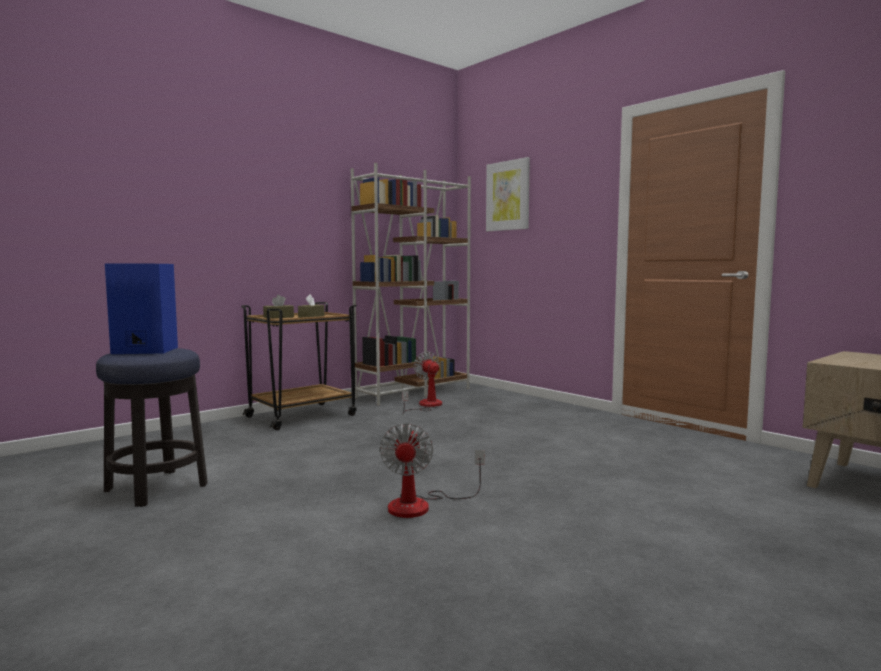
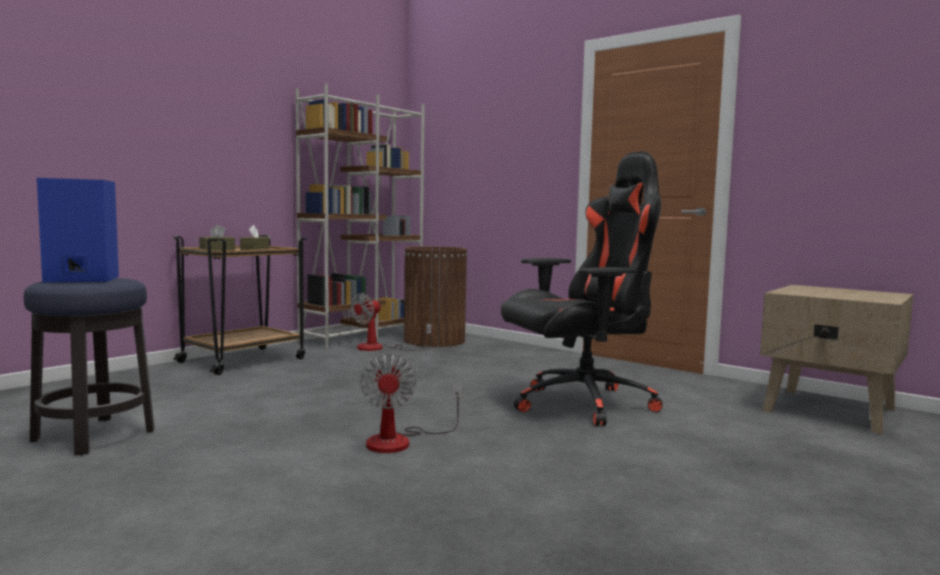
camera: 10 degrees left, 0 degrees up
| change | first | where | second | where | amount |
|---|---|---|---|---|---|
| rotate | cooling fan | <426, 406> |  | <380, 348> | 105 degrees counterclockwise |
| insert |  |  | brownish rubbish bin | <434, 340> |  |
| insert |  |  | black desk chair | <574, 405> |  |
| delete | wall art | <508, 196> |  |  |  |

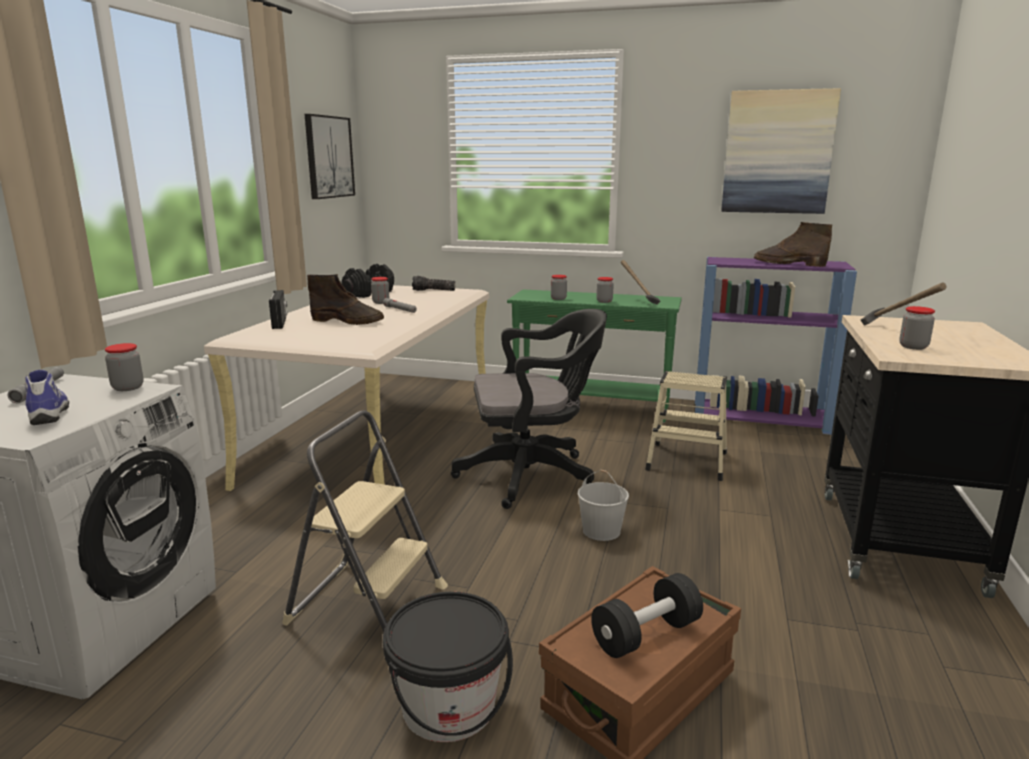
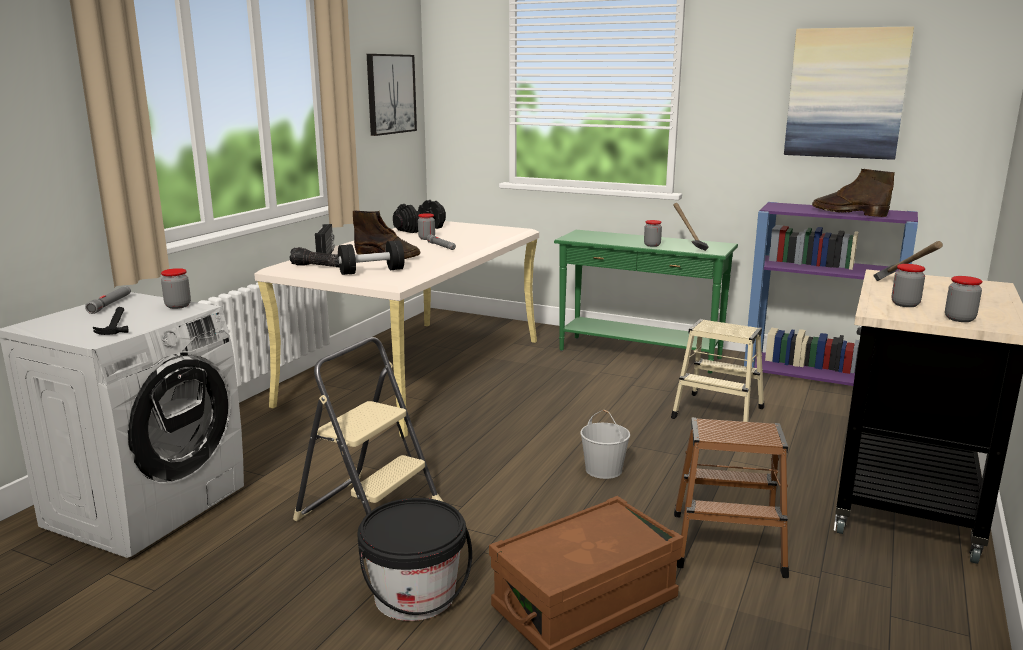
camera: 10 degrees right, 0 degrees up
| change | first | where | second | where | amount |
|---|---|---|---|---|---|
| replace | low shoe | <50, 413> | tool hammer | <115, 323> |  |
| move | torch | <433, 290> |  | <316, 266> |  |
| move | black hand weight | <646, 634> |  | <371, 271> |  |
| insert |  |  | brownish step ladder | <726, 542> |  |
| move | preserve jar | <558, 298> |  | <959, 319> |  |
| delete | black desk chair | <533, 475> |  |  |  |

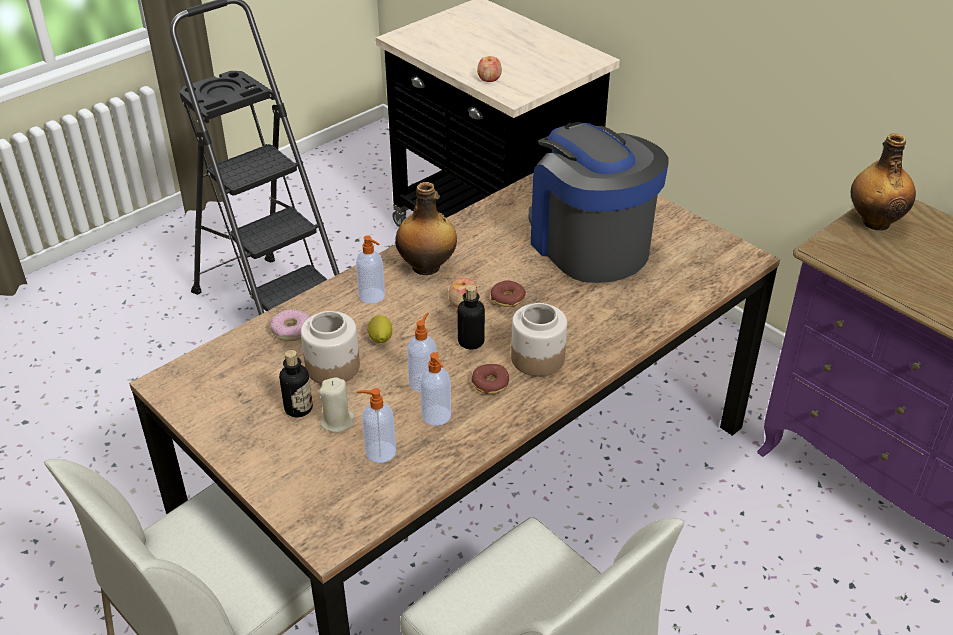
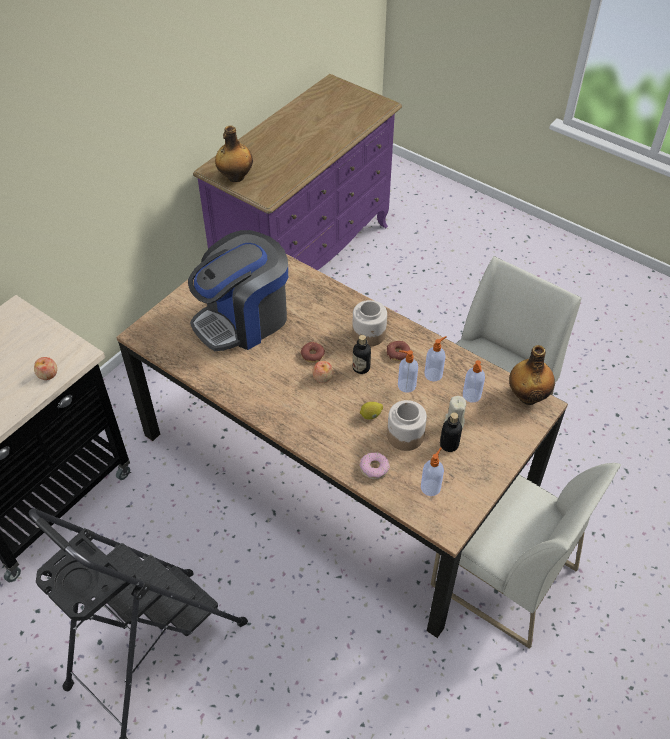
camera: 100 degrees left, 10 degrees up
| change | first | where | second | where | amount |
|---|---|---|---|---|---|
| move | liquid soap bottle | <372, 296> |  | <431, 487> |  |
| move | beverage bottle | <427, 267> |  | <527, 396> |  |

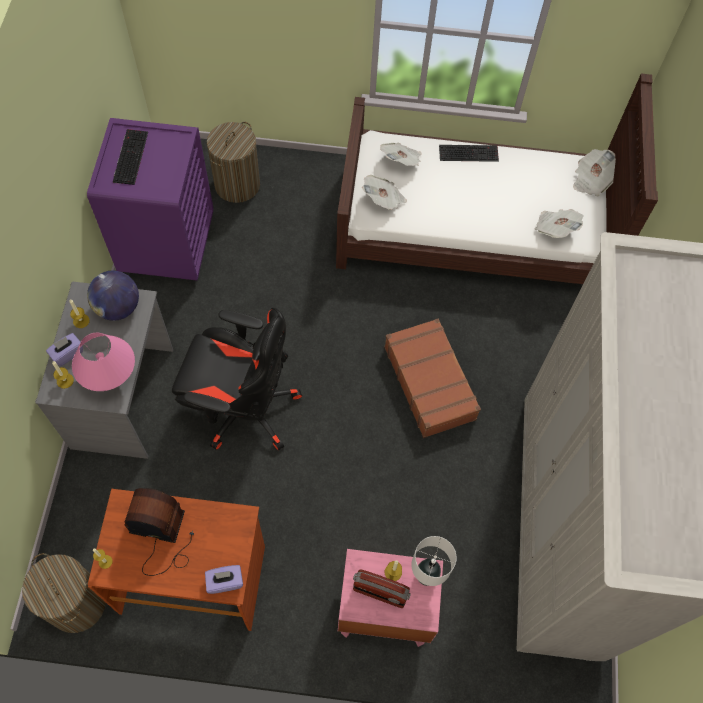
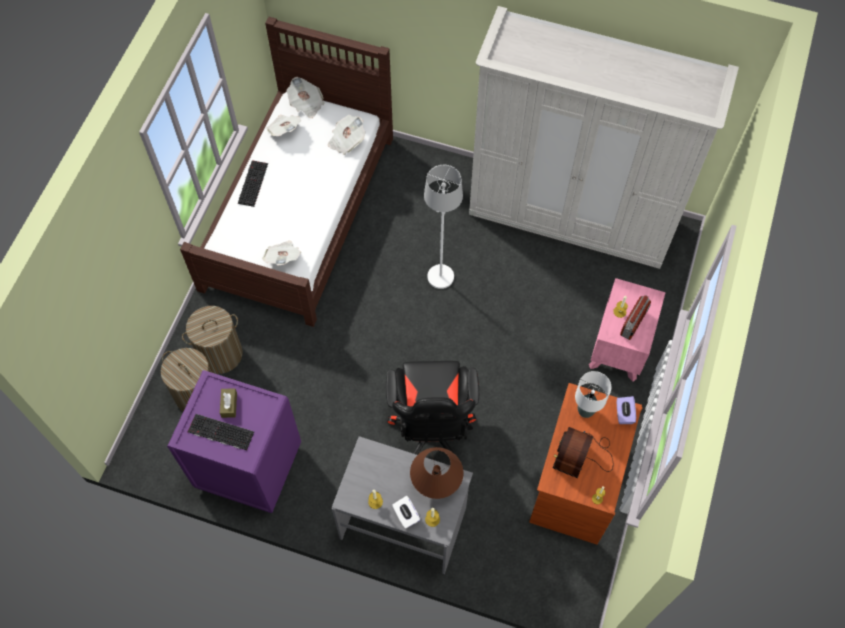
camera: 75 degrees left, 0 degrees up
| change | first | where | second | where | amount |
|---|---|---|---|---|---|
| move | washing basket | <77, 603> |  | <220, 354> |  |
| insert |  |  | brownish box of tissues | <229, 405> |  |
| move | newspaper | <401, 161> |  | <284, 130> |  |
| rotate | black desk chair | <239, 406> |  | <432, 426> | 150 degrees clockwise |
| recolor | purple-coloured box of tissues | <67, 353> | white box of tissues | <406, 515> |  |
| recolor | pink table lamp | <110, 377> | brownish table lamp | <436, 481> |  |
| replace | brownish travel case | <430, 382> | white standard lamp | <440, 277> |  |
| move | white table lamp | <426, 575> |  | <585, 411> |  |
| delete | world globe | <118, 307> |  |  |  |

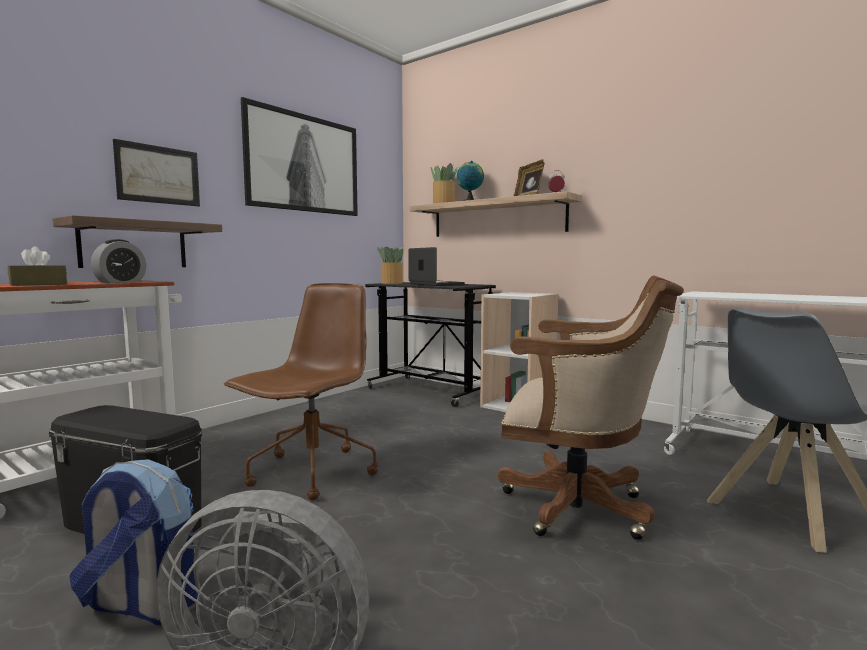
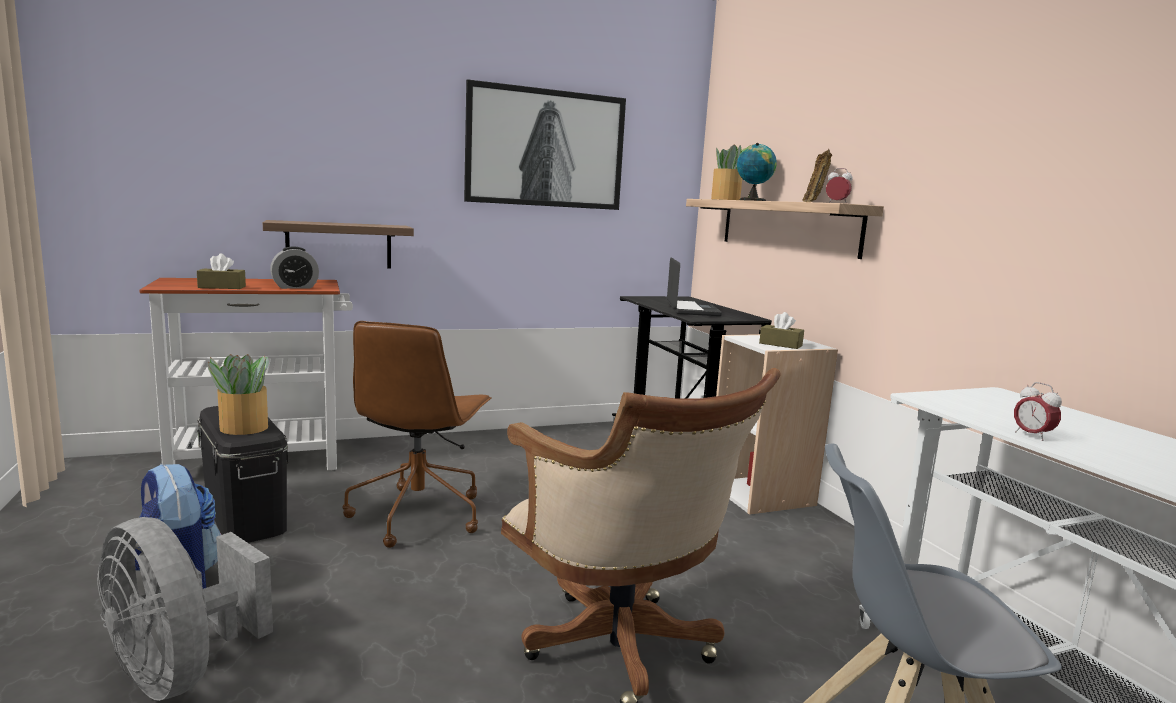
camera: 30 degrees right, 5 degrees up
| change | first | where | second | where | amount |
|---|---|---|---|---|---|
| move | potted plant | <391, 283> |  | <243, 428> |  |
| rotate | brownish desk chair | <309, 475> |  | <420, 513> | 135 degrees clockwise |
| insert |  |  | brownish box of tissues | <780, 344> |  |
| insert |  |  | table clock | <1032, 435> |  |
| delete | wall art | <158, 175> |  |  |  |

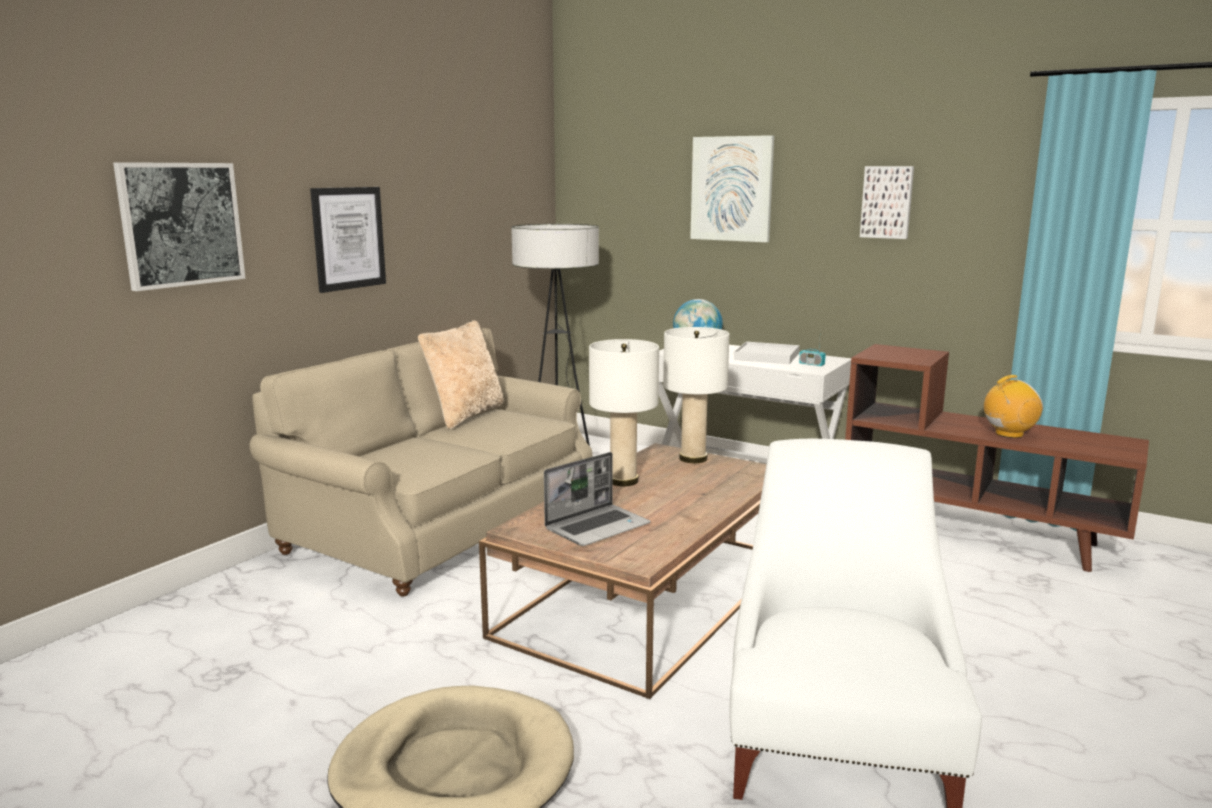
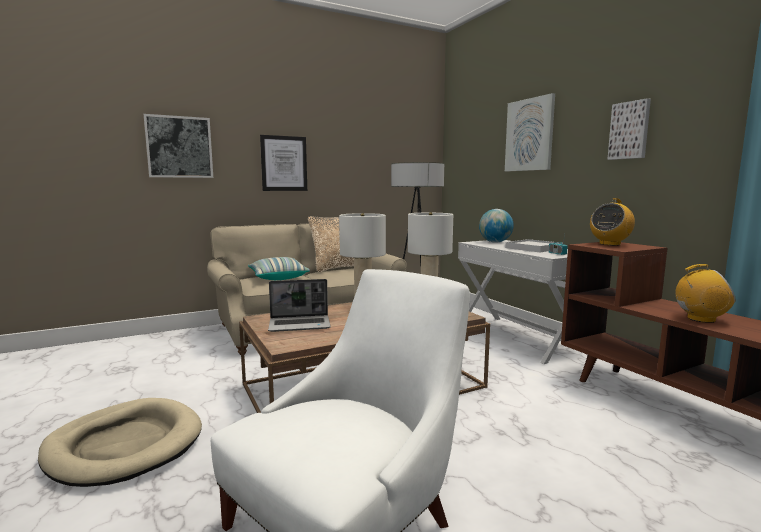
camera: 30 degrees right, 5 degrees down
| change | first | where | second | where | amount |
|---|---|---|---|---|---|
| insert |  |  | cushion | <278, 278> |  |
| insert |  |  | radio receiver | <609, 244> |  |

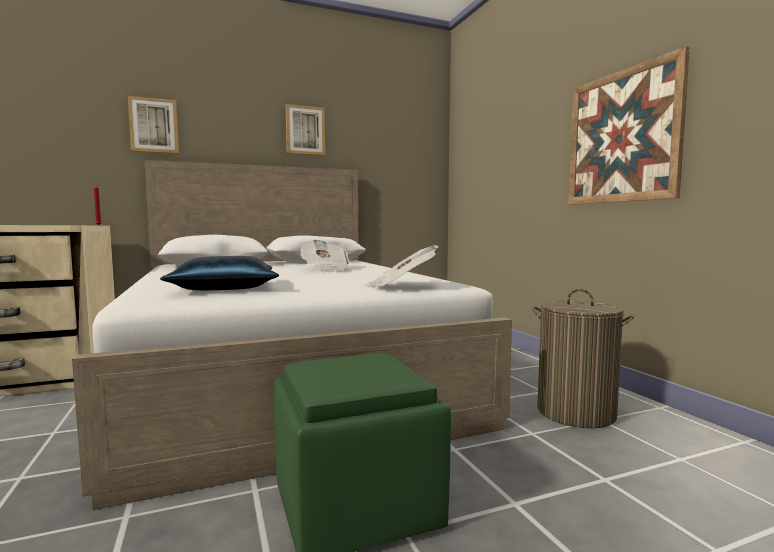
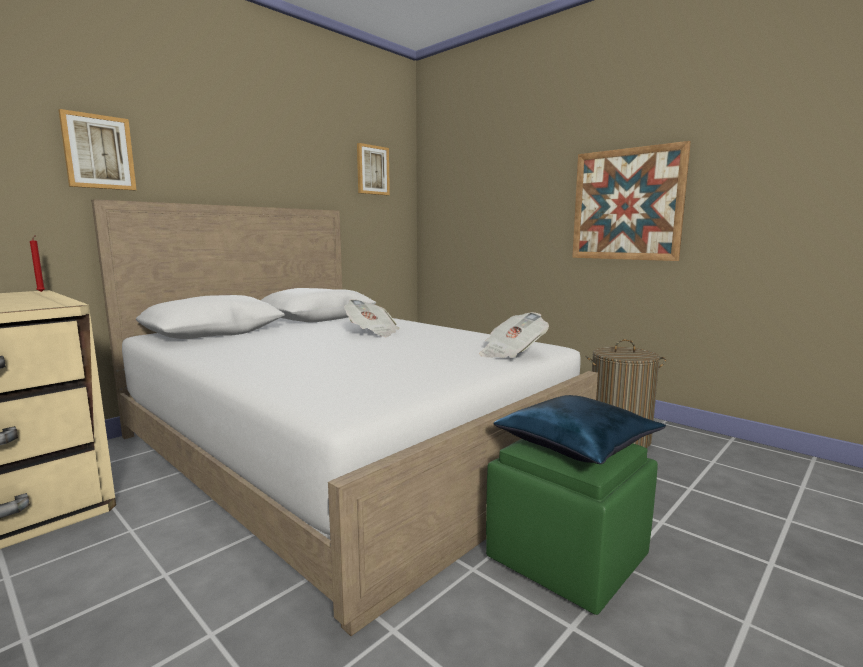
camera: 25 degrees left, 5 degrees up
| change | first | where | second | where | amount |
|---|---|---|---|---|---|
| move | wall art | <305, 130> |  | <372, 170> |  |
| move | blue-coloured cushion | <226, 288> |  | <577, 443> |  |

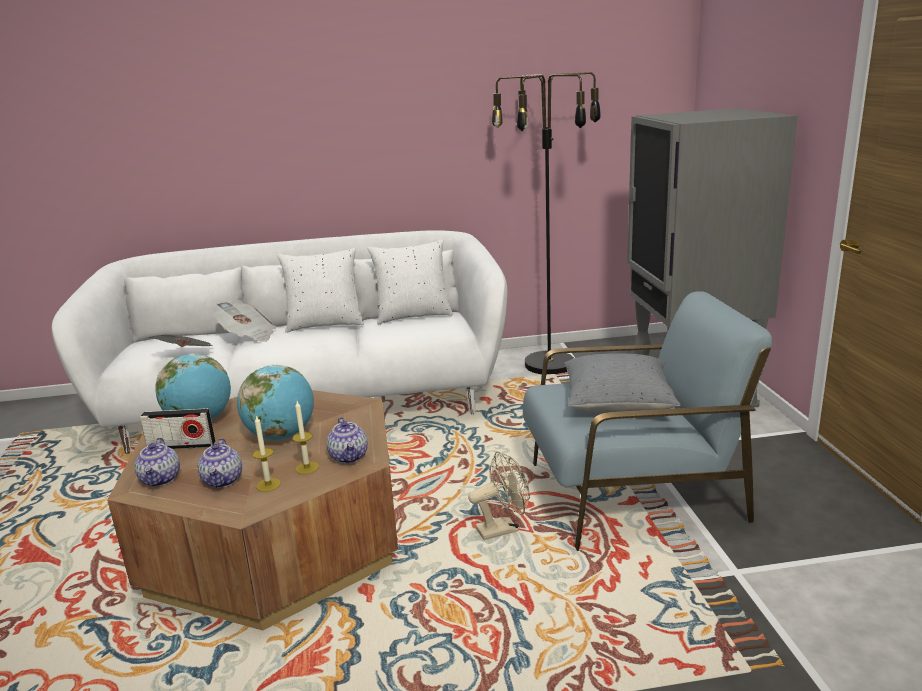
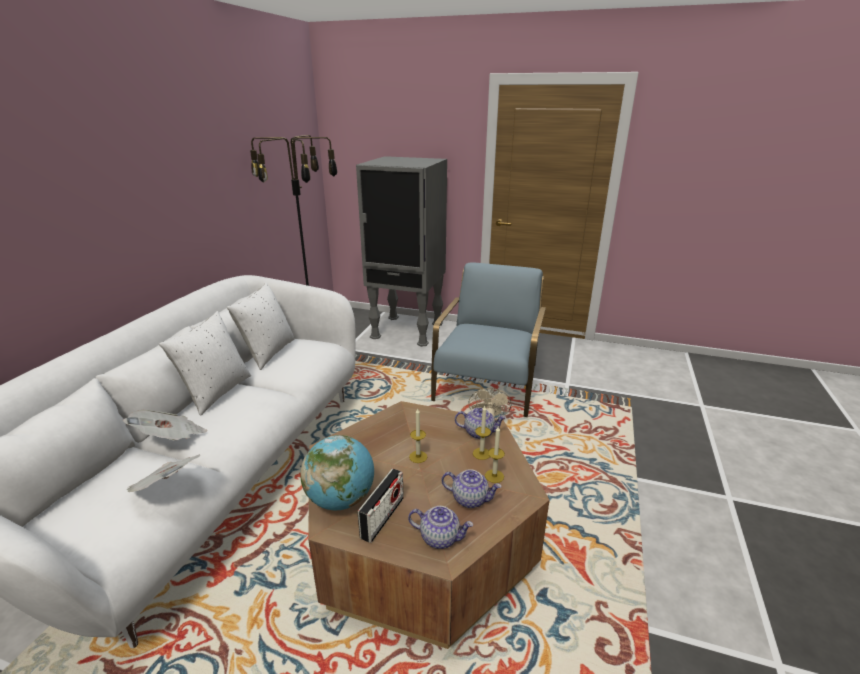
camera: 65 degrees left, 5 degrees up
| change | first | where | second | where | amount |
|---|---|---|---|---|---|
| replace | world globe | <281, 436> | candle | <418, 457> |  |
| delete | grey cushion | <617, 403> |  |  |  |

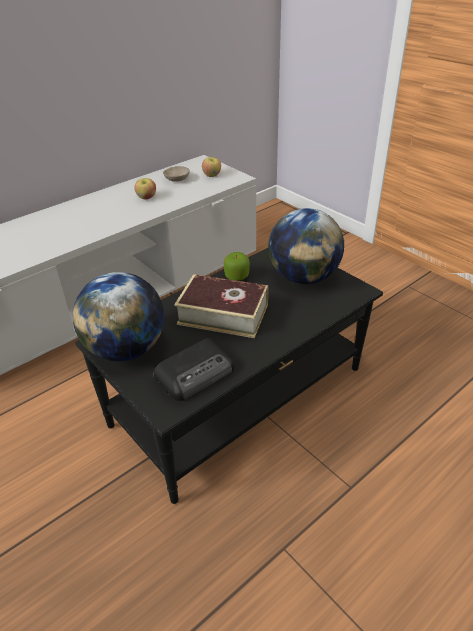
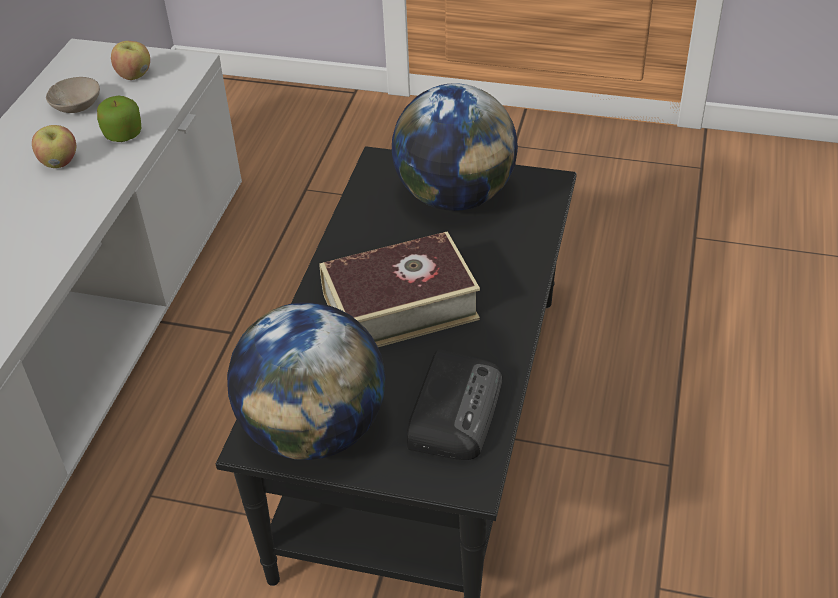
camera: 35 degrees left, 5 degrees up
| change | first | where | second | where | amount |
|---|---|---|---|---|---|
| move | apple | <237, 276> |  | <123, 134> |  |

